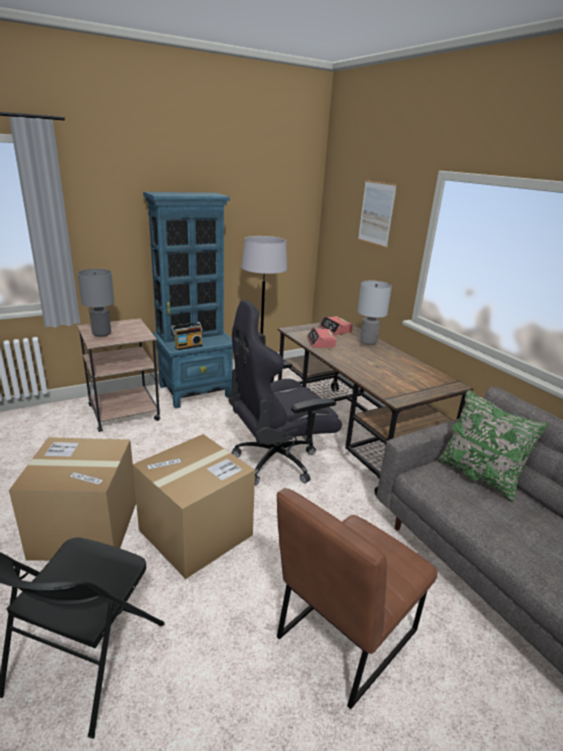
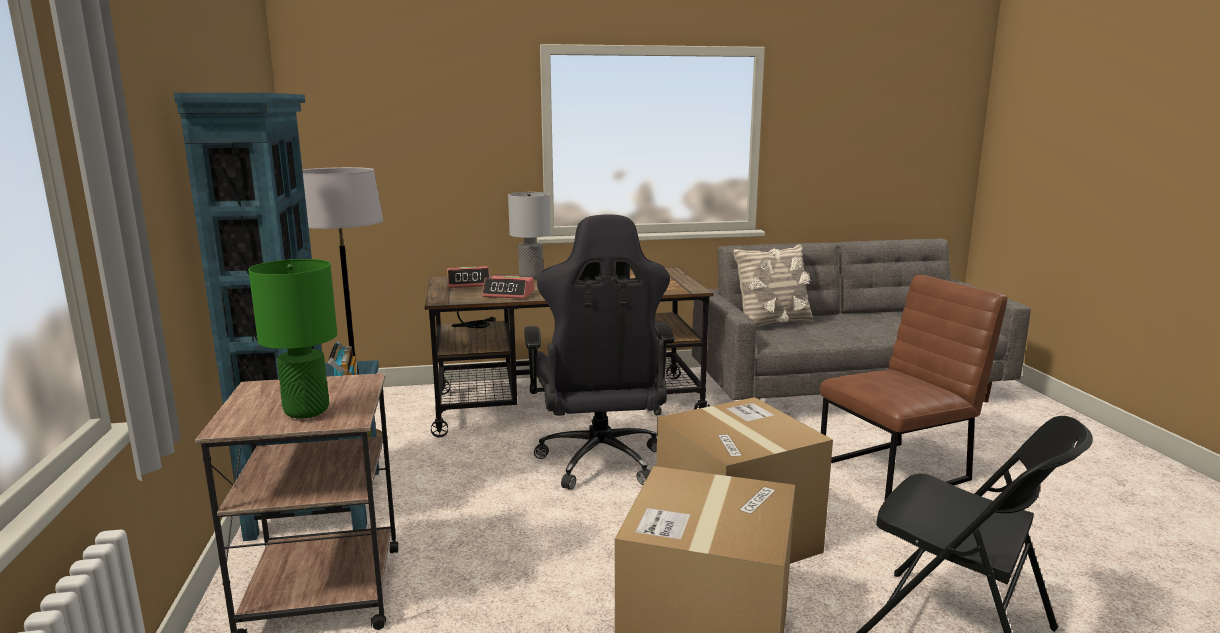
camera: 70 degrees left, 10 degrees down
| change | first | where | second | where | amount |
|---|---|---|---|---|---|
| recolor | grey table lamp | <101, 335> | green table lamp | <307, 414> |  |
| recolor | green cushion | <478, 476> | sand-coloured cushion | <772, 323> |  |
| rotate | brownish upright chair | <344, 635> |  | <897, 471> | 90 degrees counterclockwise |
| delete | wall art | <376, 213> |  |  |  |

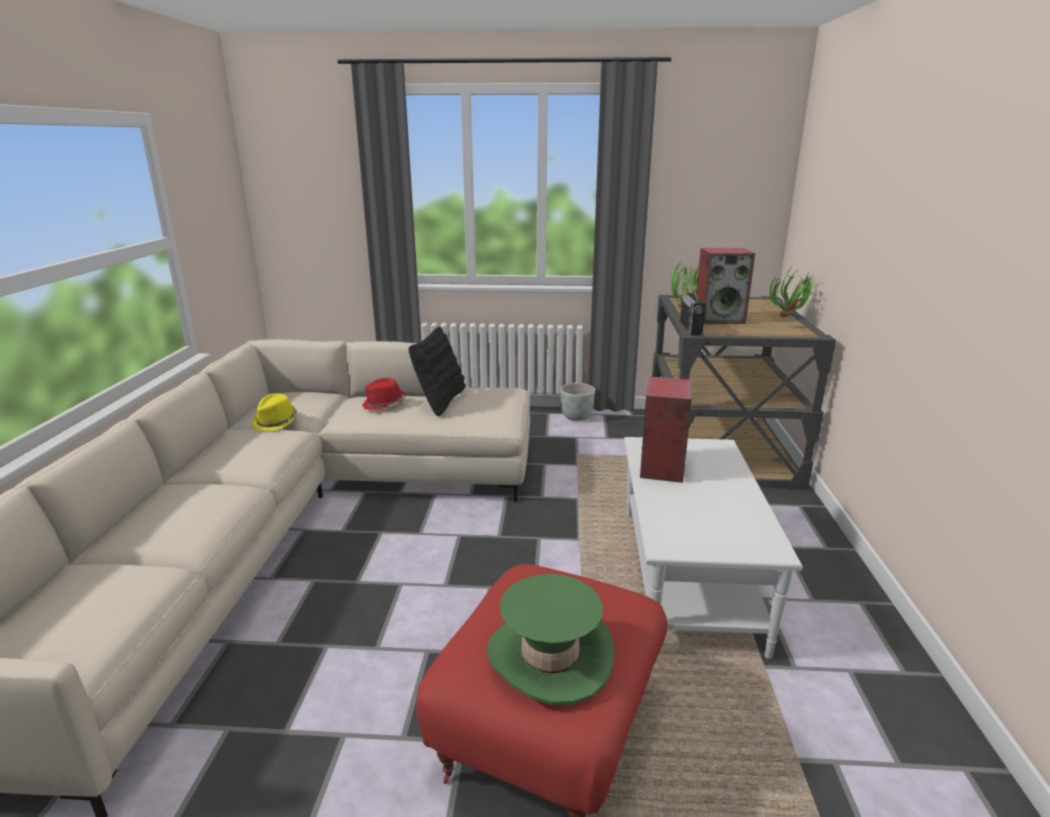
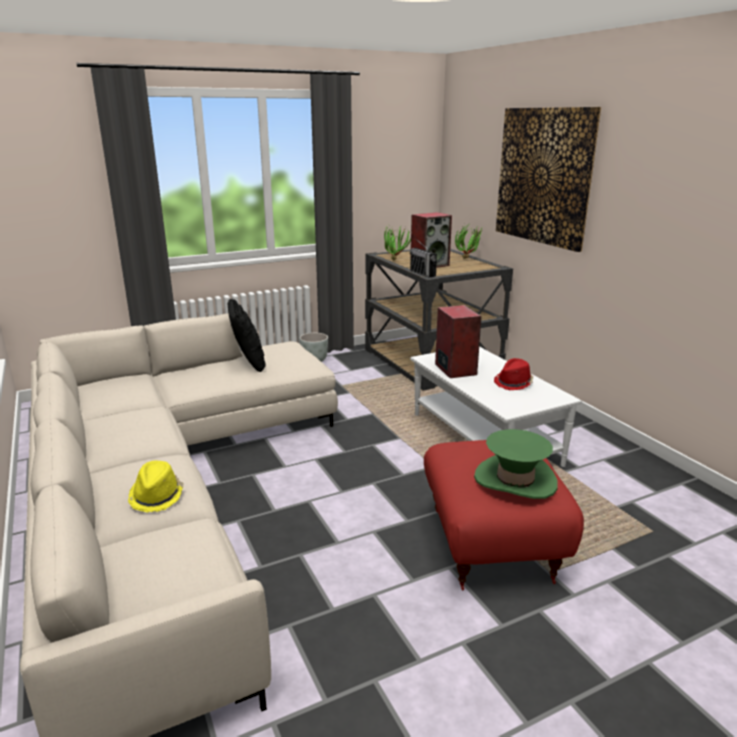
camera: 30 degrees left, 0 degrees up
| change | first | where | second | where | amount |
|---|---|---|---|---|---|
| move | yellowish hat | <276, 422> |  | <157, 496> |  |
| move | reddish hat | <384, 404> |  | <514, 383> |  |
| insert |  |  | wall art | <543, 176> |  |

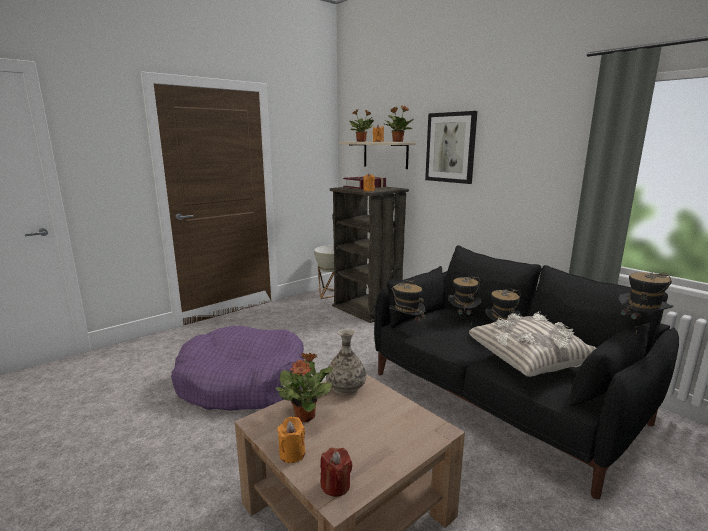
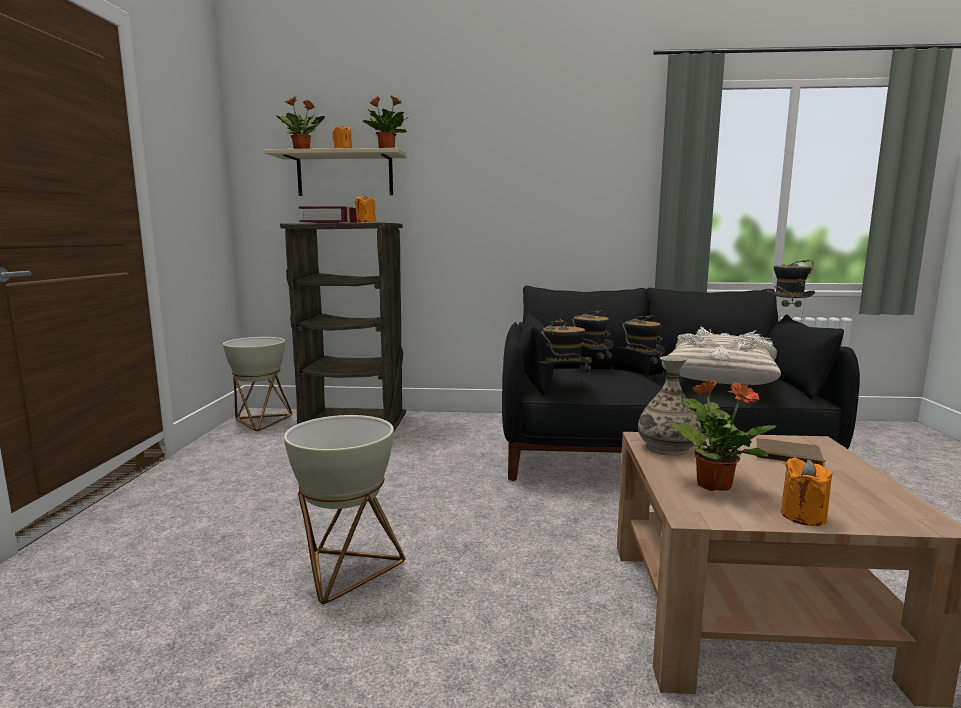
camera: 45 degrees left, 5 degrees down
| change | first | where | second | where | amount |
|---|---|---|---|---|---|
| replace | purple-coloured dog bed | <243, 382> | planter | <347, 570> |  |
| insert |  |  | brownish book | <787, 457> |  |
| delete | reddish candle | <336, 485> |  |  |  |
| delete | wall art | <450, 147> |  |  |  |

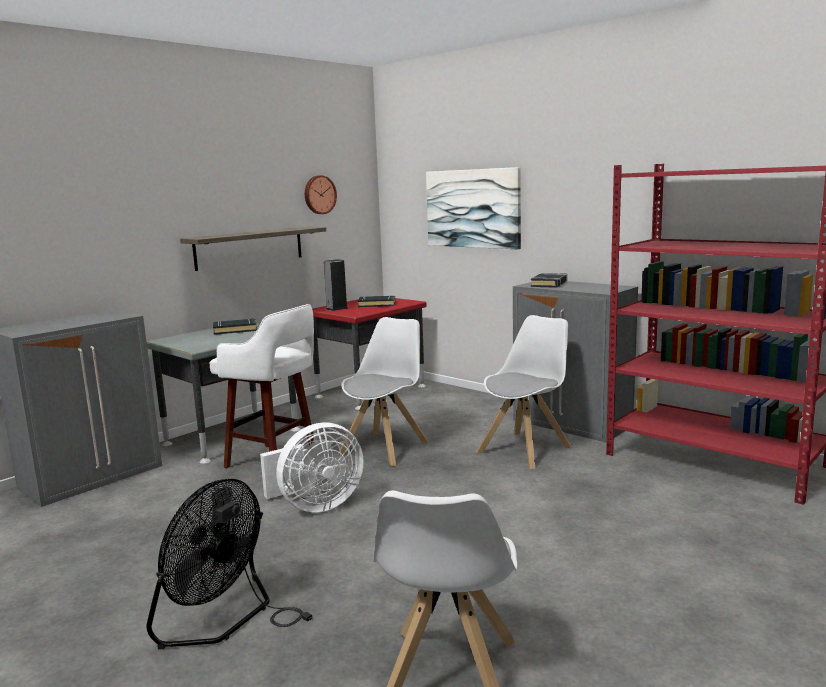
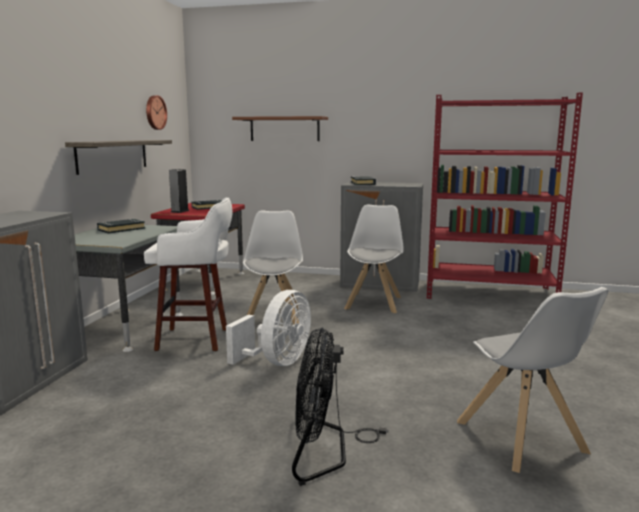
camera: 30 degrees left, 0 degrees up
| change | first | where | second | where | amount |
|---|---|---|---|---|---|
| replace | wall art | <472, 208> | brownish wall shelf | <284, 129> |  |

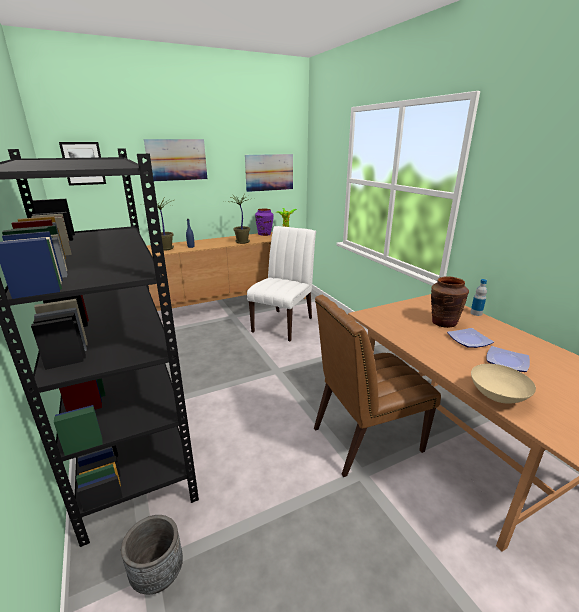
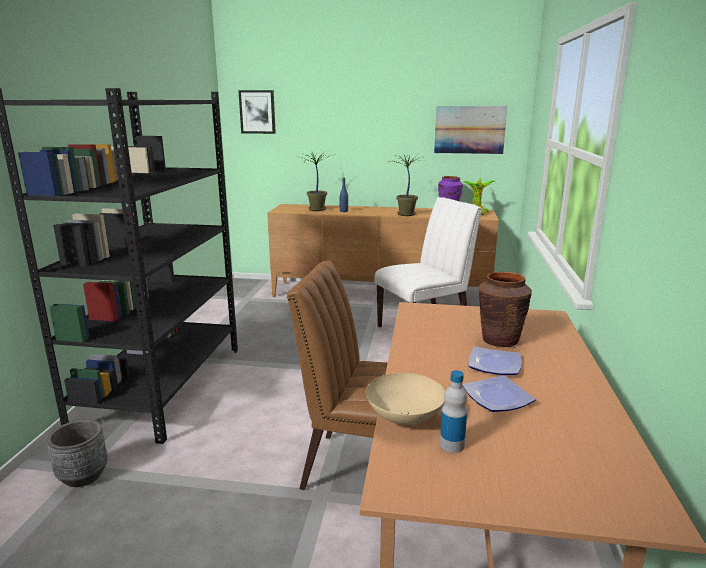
camera: 35 degrees right, 5 degrees down
| change | first | where | second | where | amount |
|---|---|---|---|---|---|
| move | beverage bottle | <476, 313> |  | <452, 445> |  |
| delete | wall art | <177, 160> |  |  |  |

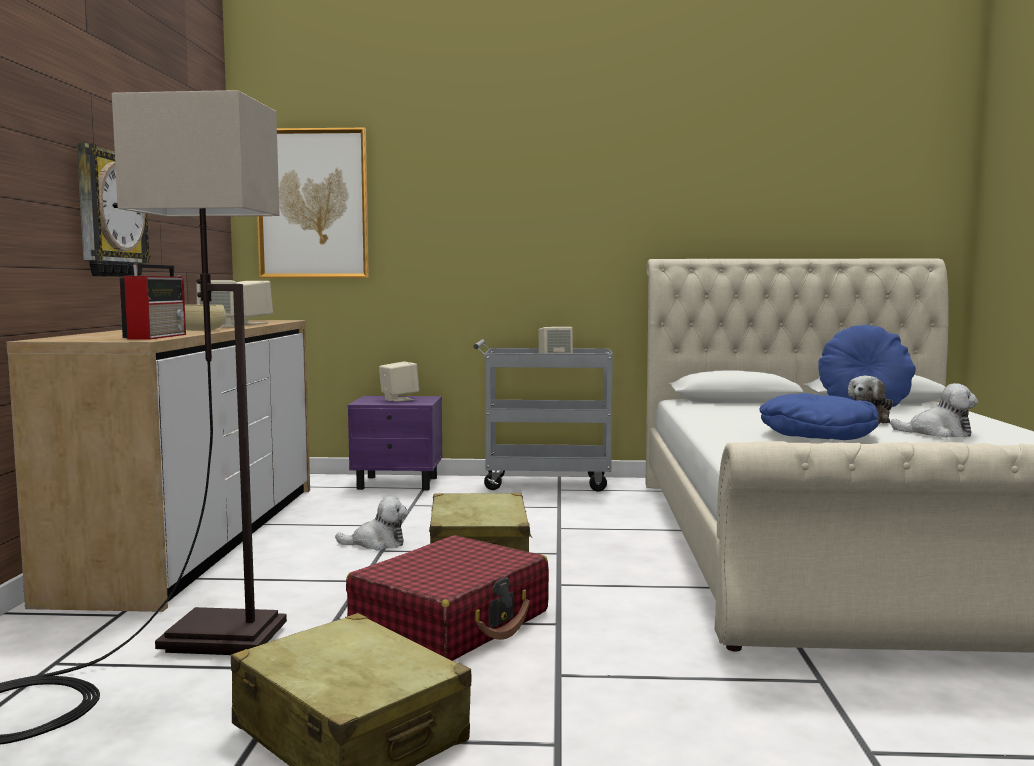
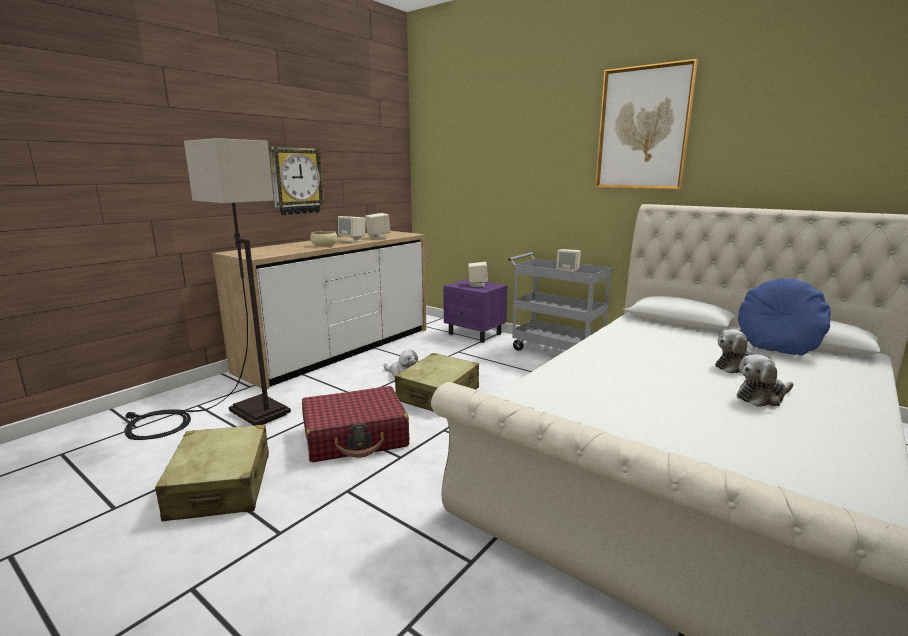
camera: 35 degrees right, 10 degrees up
| change | first | where | second | where | amount |
|---|---|---|---|---|---|
| move | wall art | <313, 204> |  | <643, 129> |  |
| rotate | soft toy | <938, 433> |  | <762, 397> | 105 degrees clockwise |
| delete | radio receiver | <157, 336> |  |  |  |
| delete | blue-coloured cushion | <820, 434> |  |  |  |

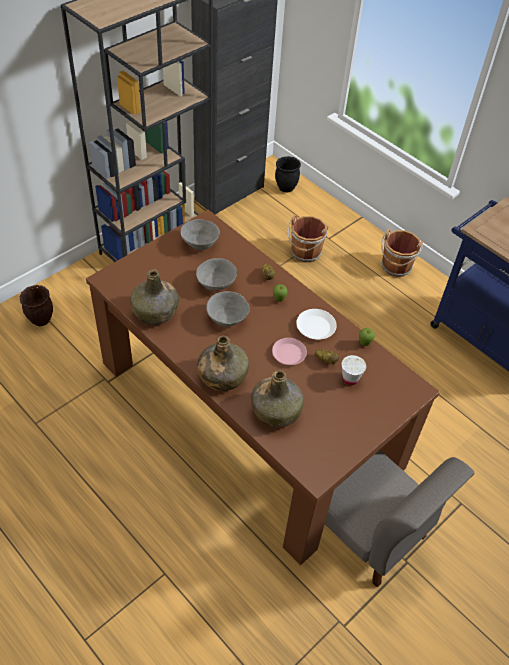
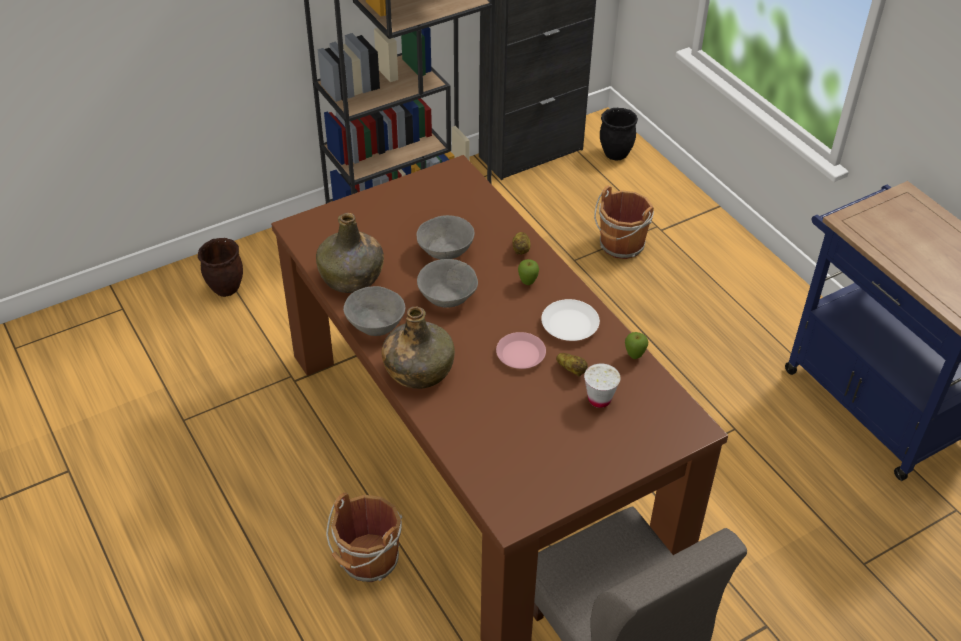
camera: 15 degrees right, 5 degrees down
| change | first | where | second | where | amount |
|---|---|---|---|---|---|
| move | brownish water bucket | <396, 267> |  | <368, 561> |  |
| move | grey serving bowl | <200, 243> |  | <376, 325> |  |
| delete | green beverage bottle | <276, 411> |  |  |  |

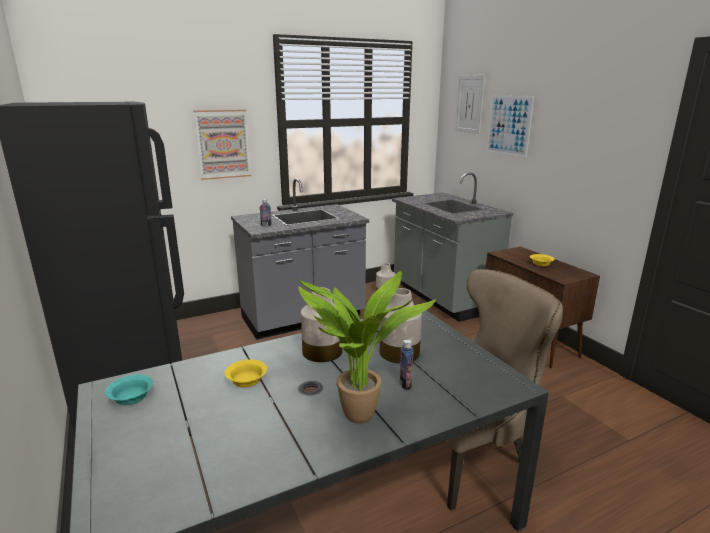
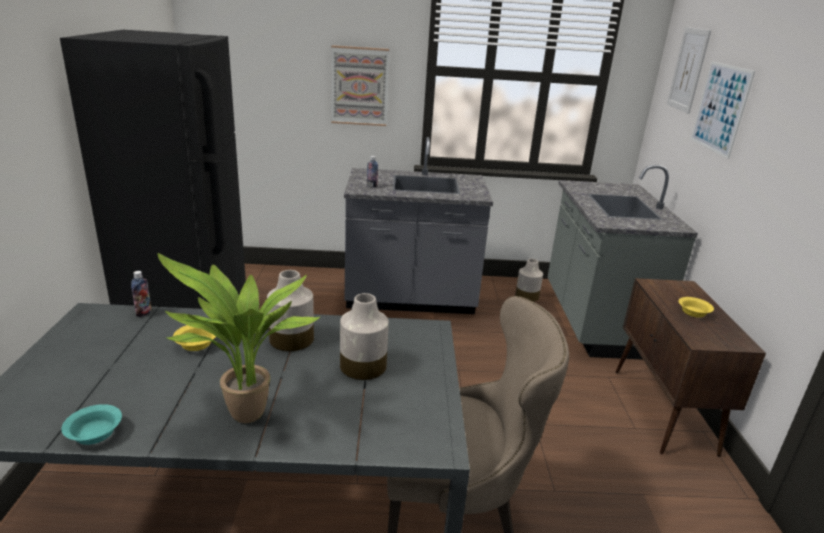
camera: 25 degrees right, 5 degrees up
| change | first | where | second | where | amount |
|---|---|---|---|---|---|
| move | turquoise serving bowl | <131, 396> |  | <95, 432> |  |
| move | beverage bottle | <405, 384> |  | <144, 313> |  |

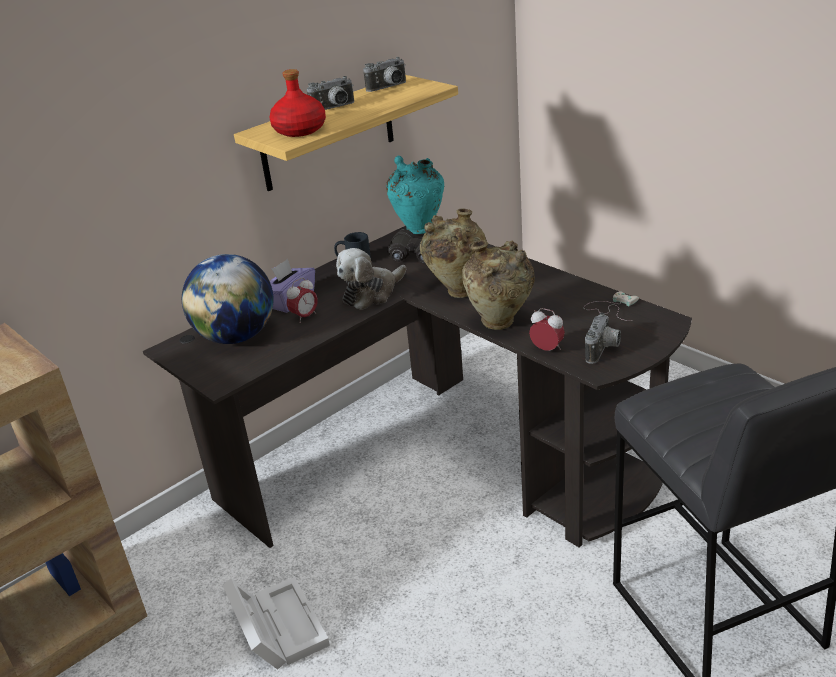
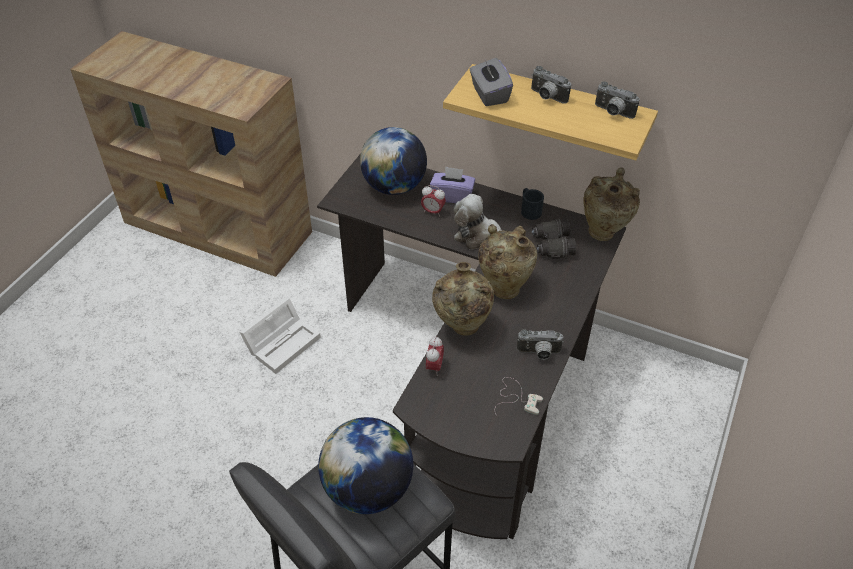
camera: 65 degrees right, 15 degrees up
| change | first | where | second | where | amount |
|---|---|---|---|---|---|
| insert |  |  | world globe | <368, 489> |  |
| replace | reddish beverage bottle | <300, 130> | grey box of tissues | <489, 94> |  |
| move | photo camera | <603, 350> |  | <539, 353> |  |
| recolor | turquoise flower vase | <419, 228> | sand-coloured flower vase | <604, 232> |  |

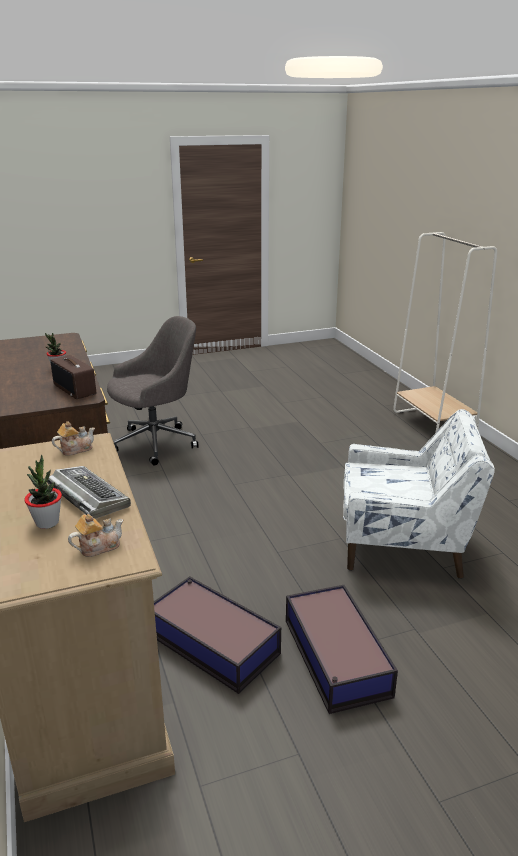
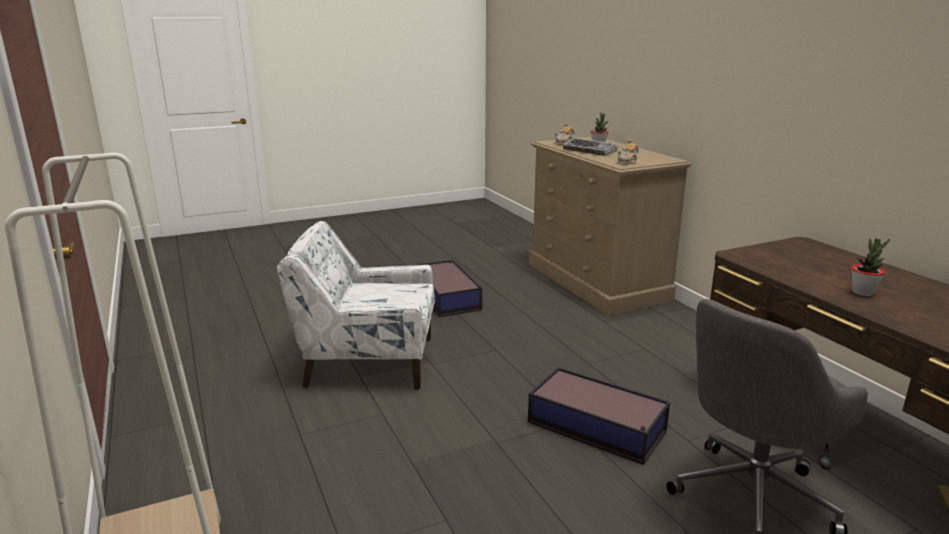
camera: 175 degrees right, 5 degrees down
| change | first | where | second | where | amount |
|---|---|---|---|---|---|
| move | storage box | <212, 642> |  | <597, 427> |  |
| delete | radio receiver | <75, 389> |  |  |  |

